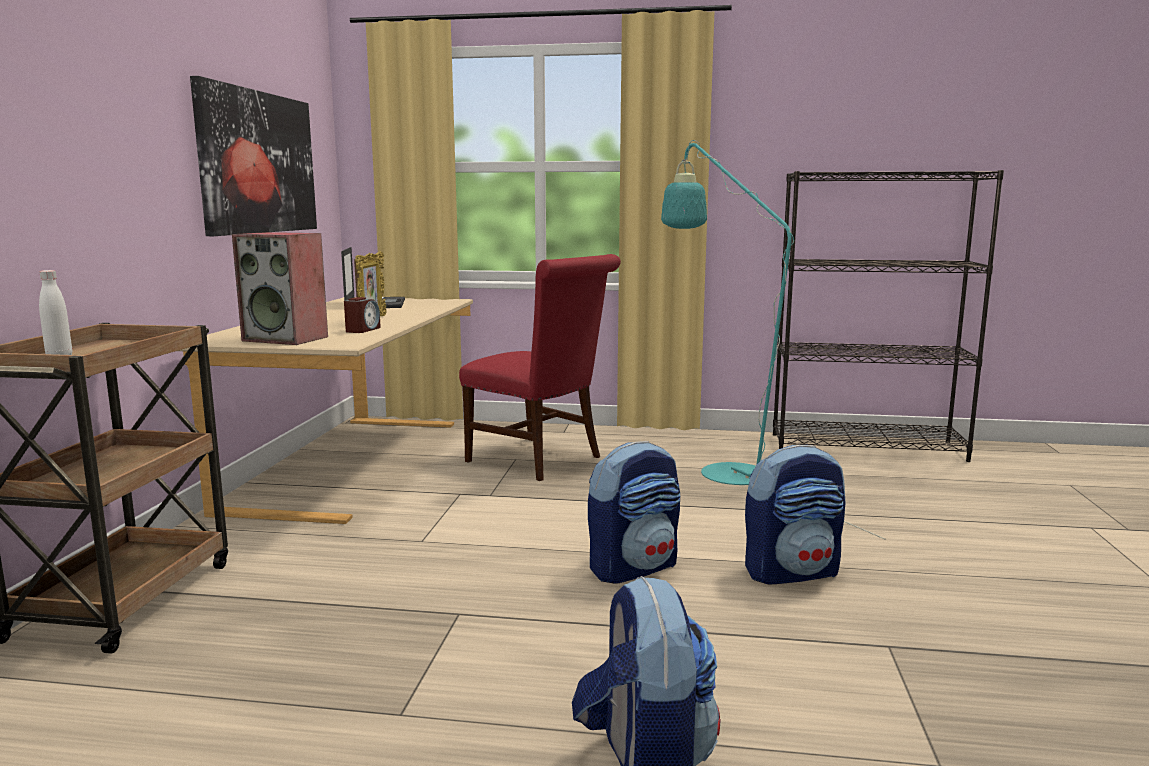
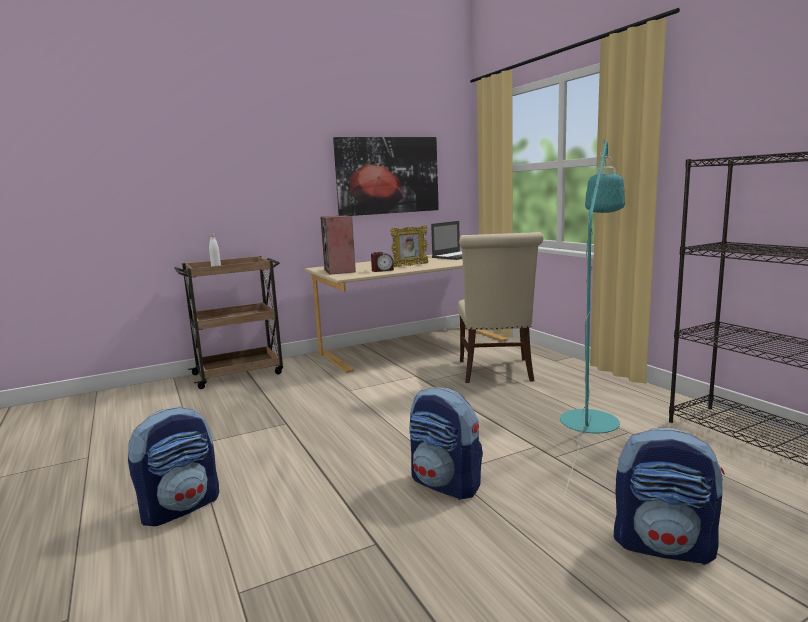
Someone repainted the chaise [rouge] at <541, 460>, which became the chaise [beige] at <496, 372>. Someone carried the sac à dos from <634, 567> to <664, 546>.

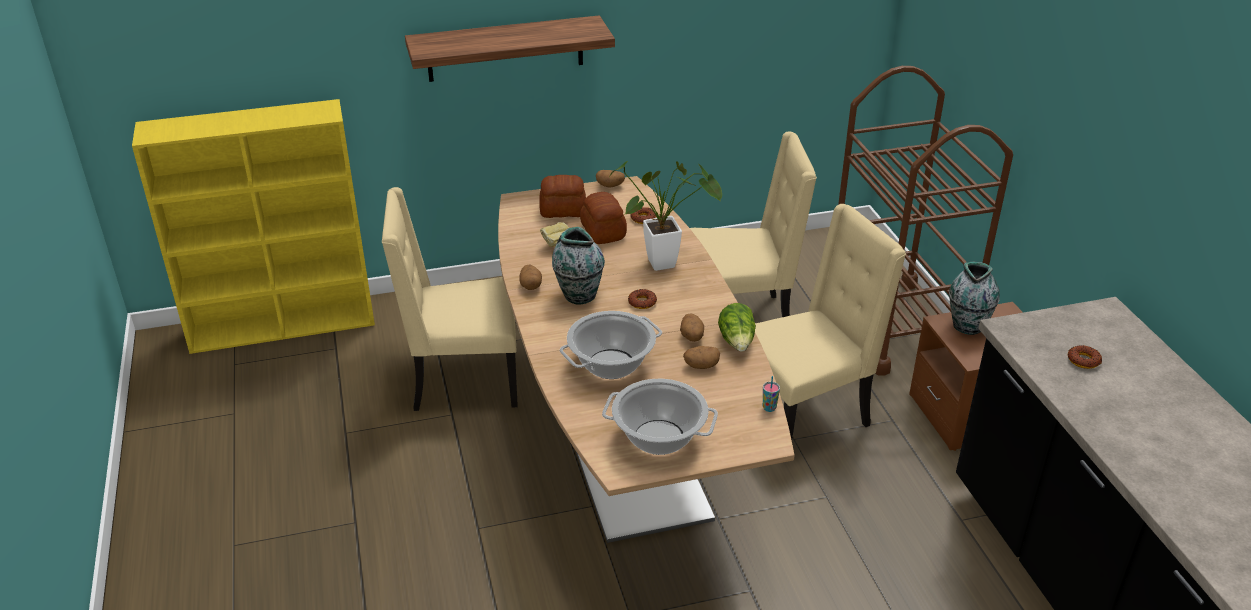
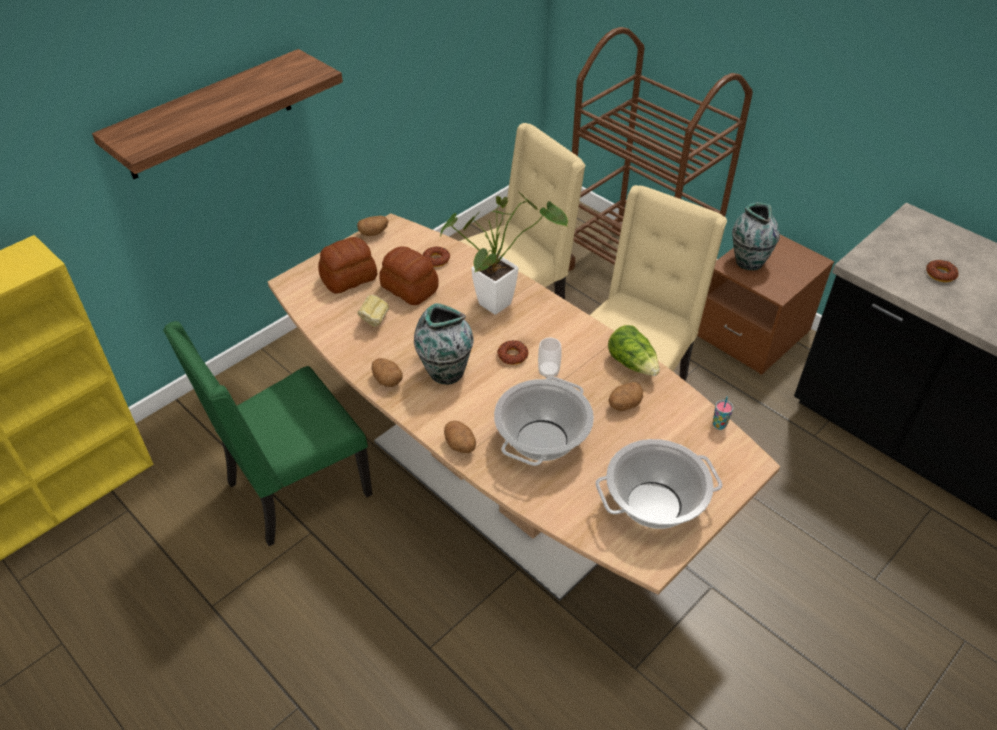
Someone repainted the chaise [beige] at <462, 381>, which became the chaise [vert] at <295, 489>. Someone carried the pomme de terre from <692, 337> to <461, 446>. Someone put down the tasse at <548, 371>.

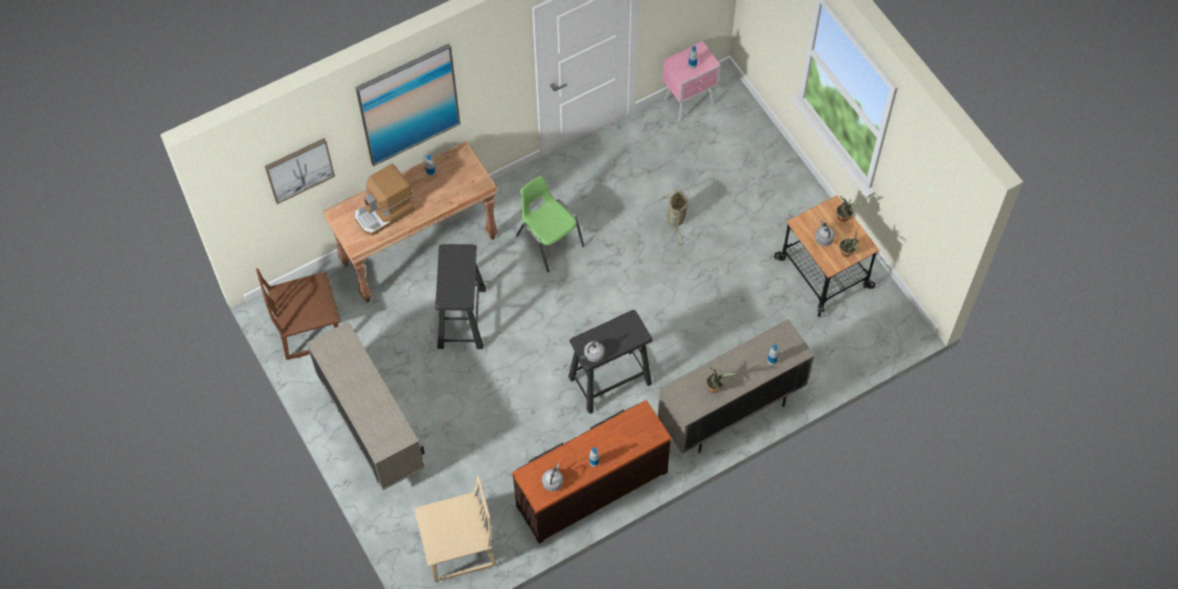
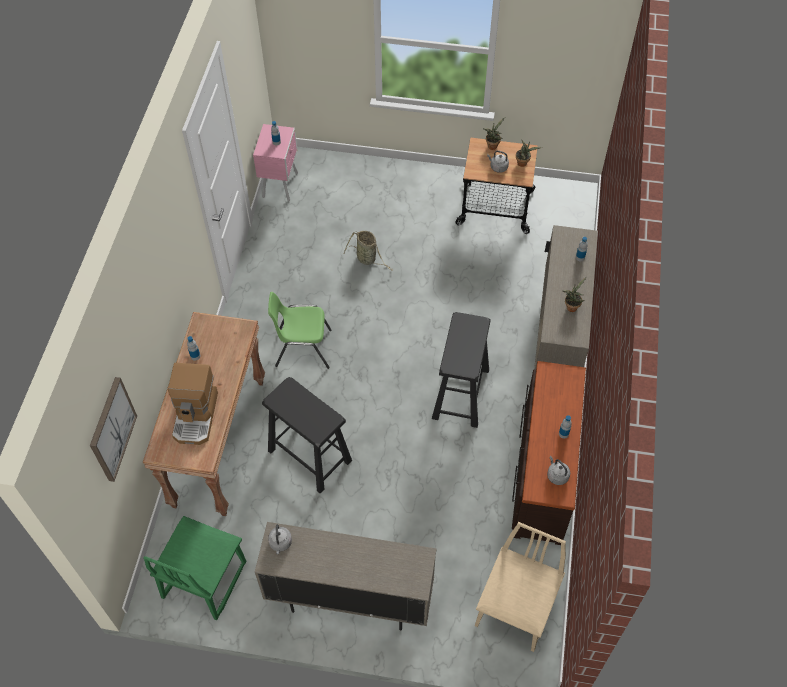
Someone took away the tableau at <409, 104>. Someone repainted the chaise [marron] at <308, 328>, which became the chaise [vert] at <203, 579>. Someone carried the bouilloire [gris] from <593, 355> to <280, 543>.

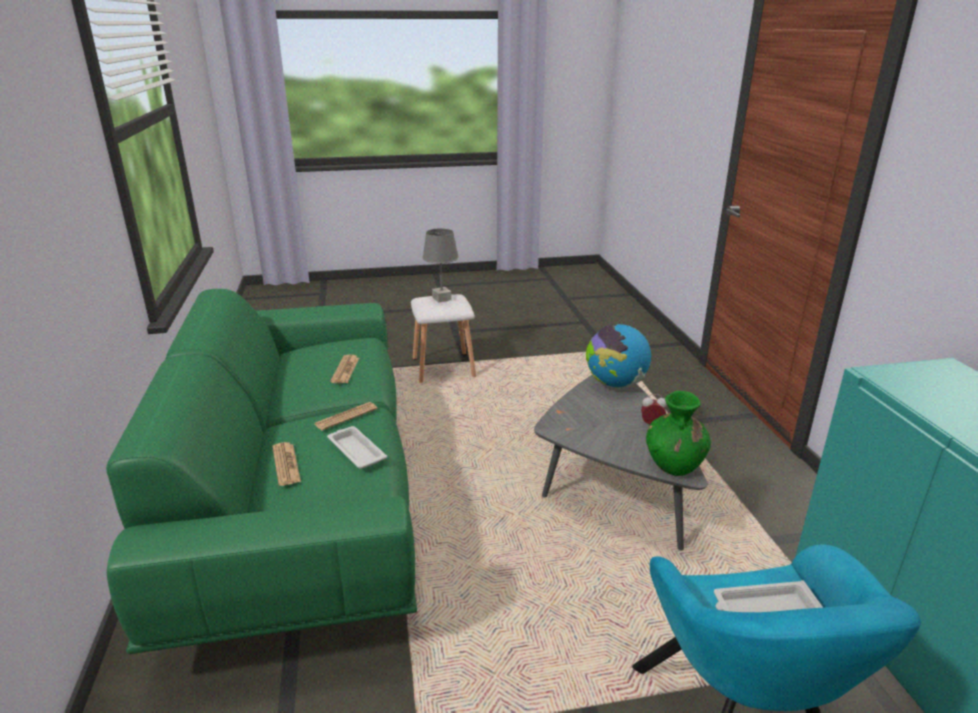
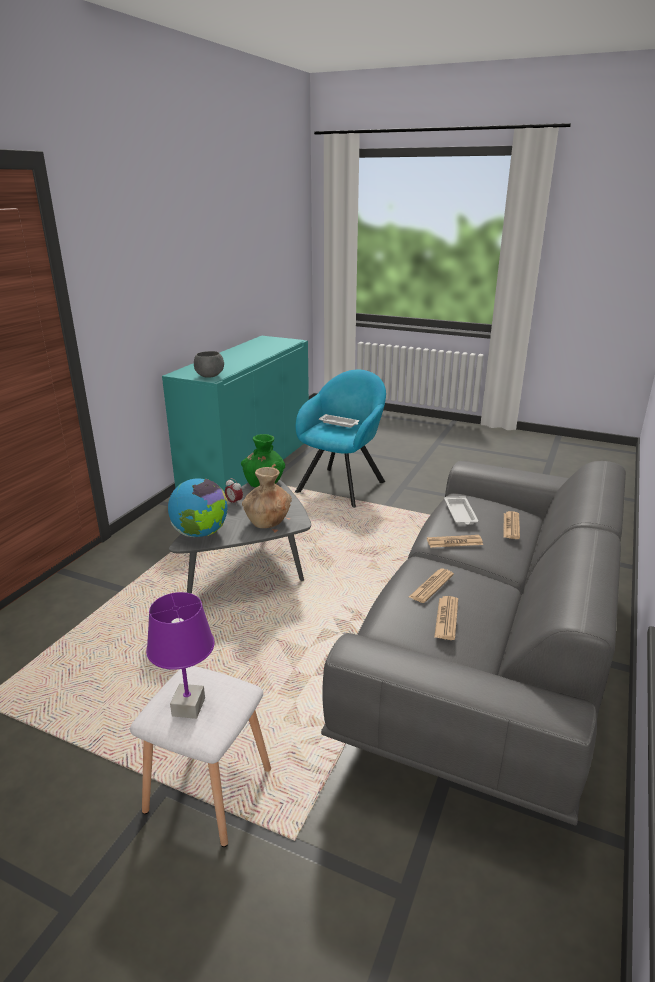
Someone repainted the lampe de table [gris] at <442, 298>, which became the lampe de table [violet] at <188, 706>. Someone repainted the canapé [vert] at <302, 499>, which became the canapé [gris] at <487, 654>. Someone put down the bol [gris] at <210, 376>. Someone put down the vase [marron] at <268, 521>. Someone put down the journal at <446, 618>.

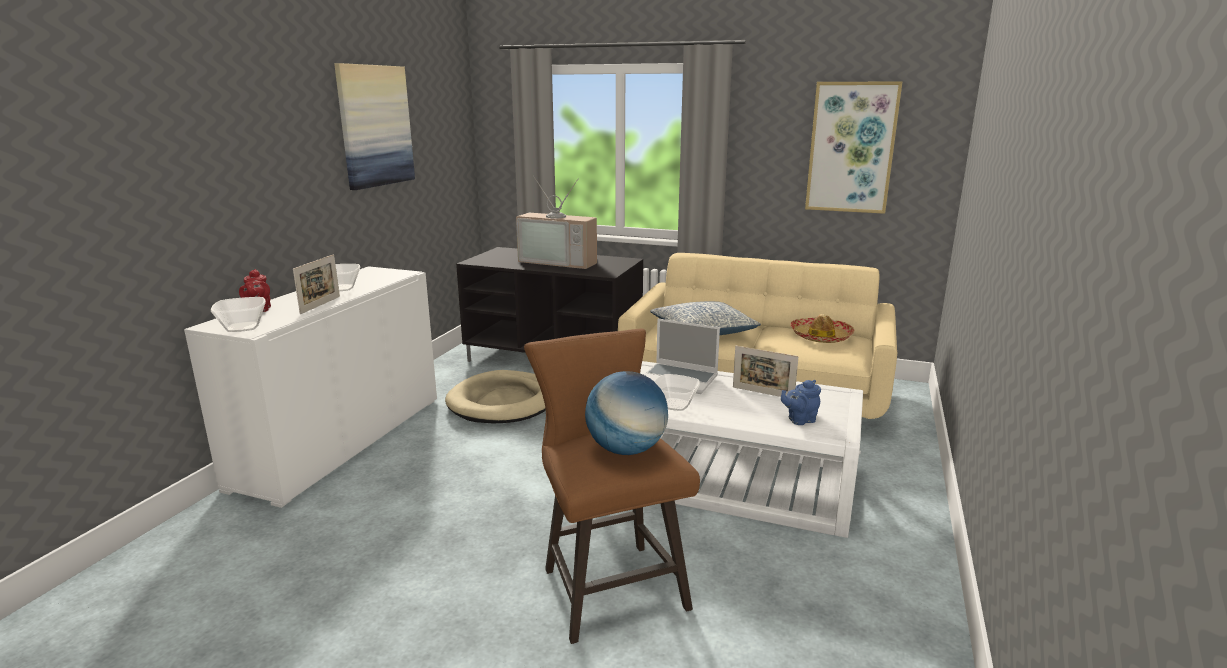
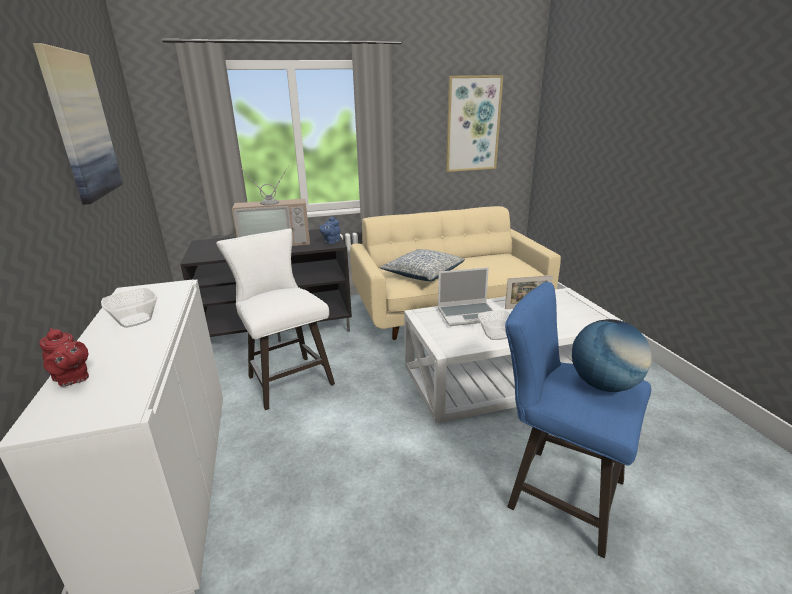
Someone took away the cadre photo at <320, 305>. Someone took away the bol at <243, 327>. Someone took away the chapeau at <820, 337>. Someone repainted the tabouret [marron] at <608, 583>, which became the tabouret [bleu] at <556, 492>. Someone swapped the panier pour chien [beige] at <504, 402> for the tabouret [blanc] at <286, 378>. Someone carried the théière [bleu] from <799, 420> to <331, 242>.

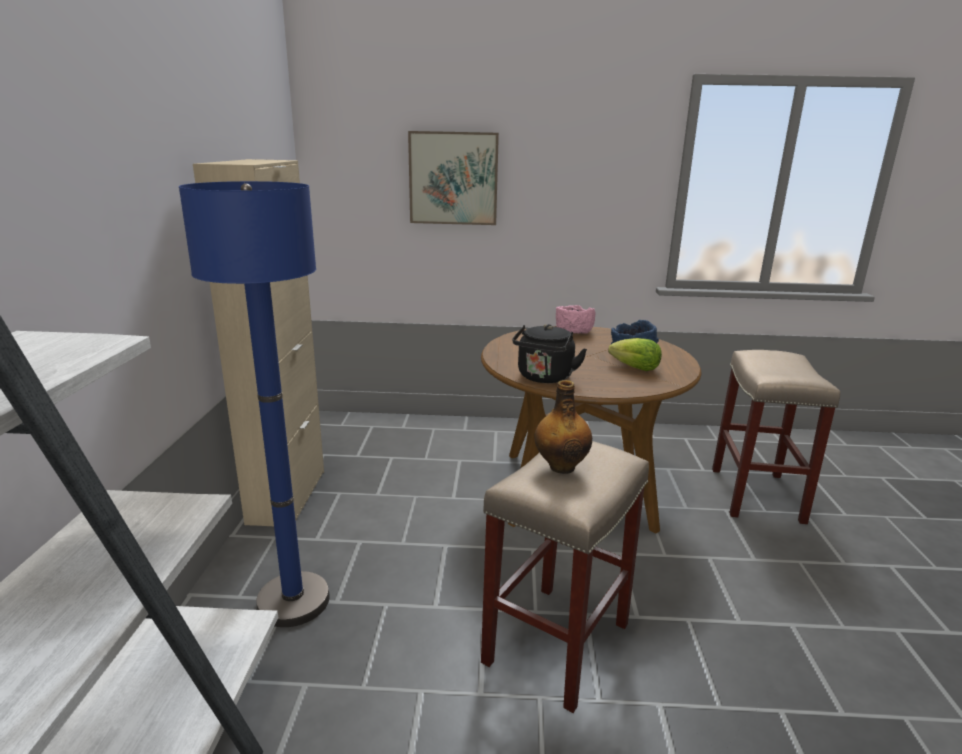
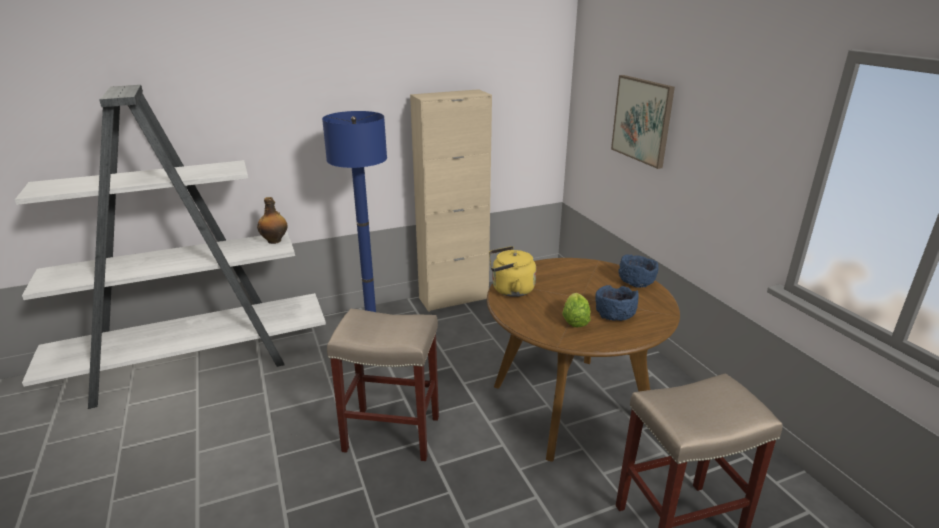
Someone repainted the bol [rose] at <573, 331>, which became the bol [bleu] at <636, 281>. Someone repainted the bouilloire [noir] at <544, 378>, which became the bouilloire [jaune] at <510, 290>. Someone carried the bouteille from <561, 466> to <275, 241>.

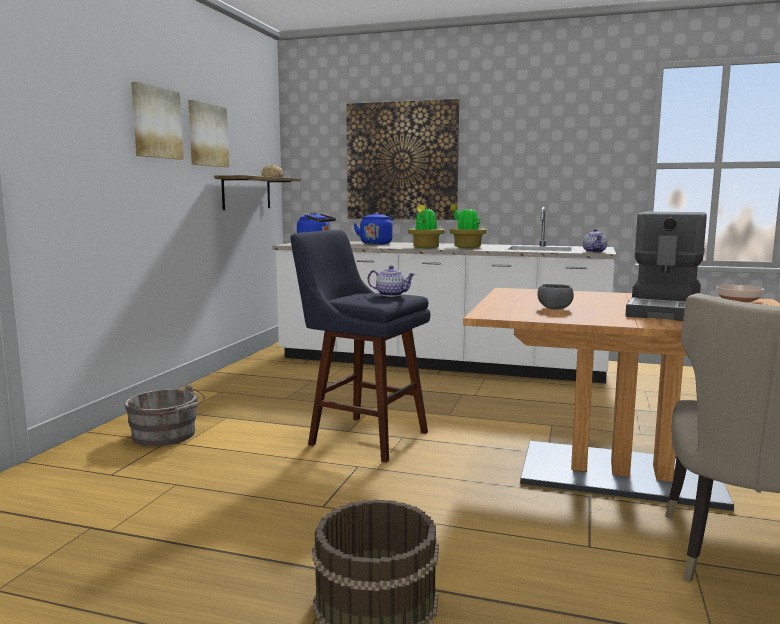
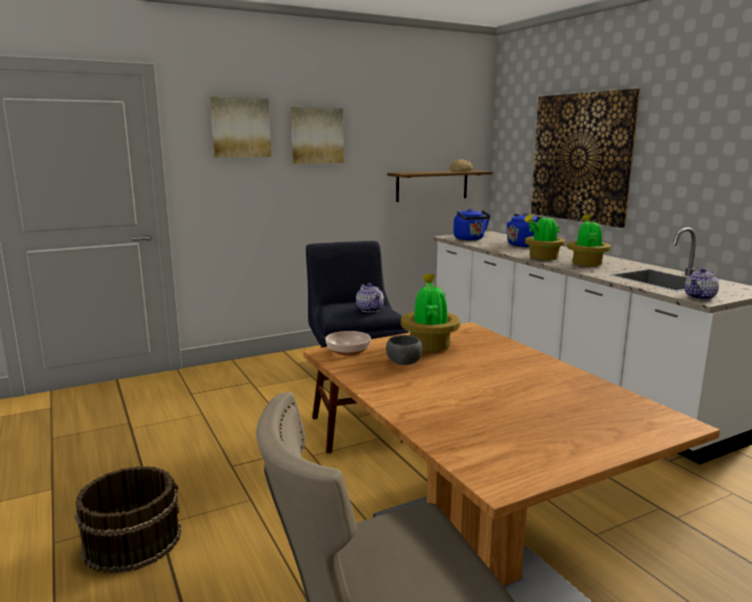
Someone carried the tableau from <207, 135> to <240, 127>. Someone took away the machine à café at <665, 310>. Someone carried the bol from <738, 300> to <347, 351>. Someone took away the seau [gris] at <166, 436>. Someone put down the plante en pot at <429, 345>.

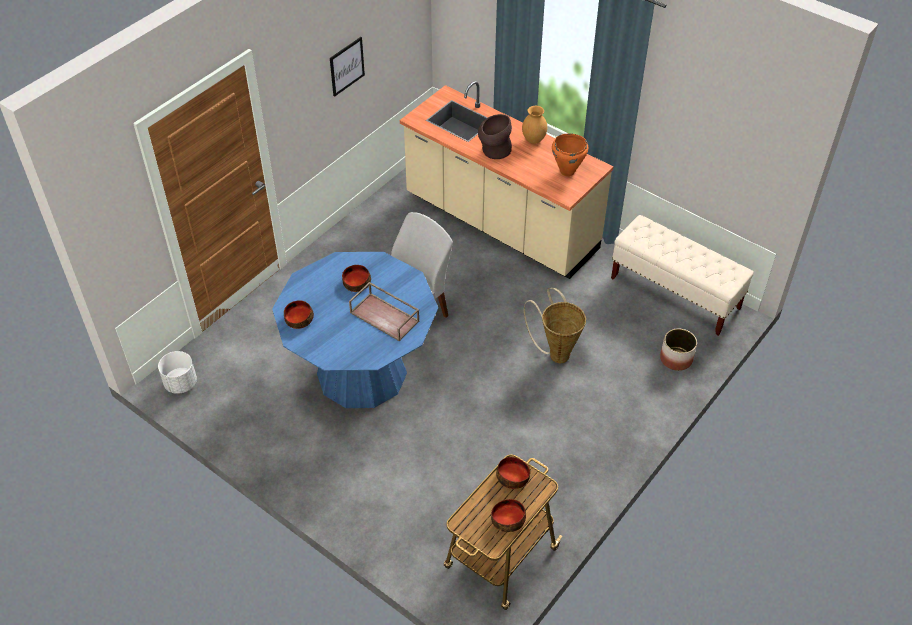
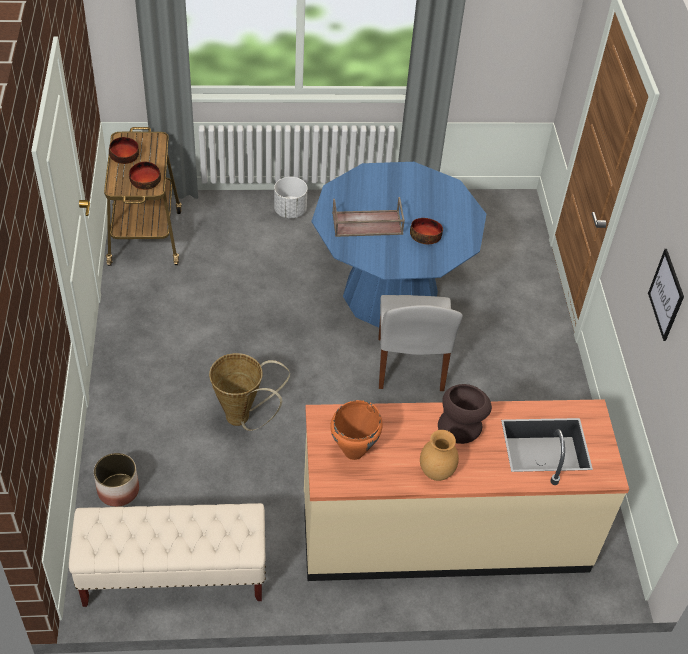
Someone took away the bol at <298, 319>. Someone carried the cache-pot [blanc] from <180, 383> to <290, 211>.

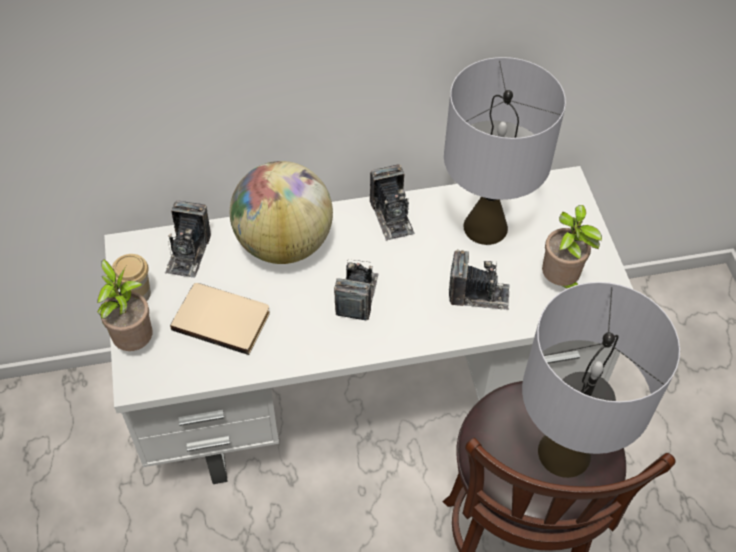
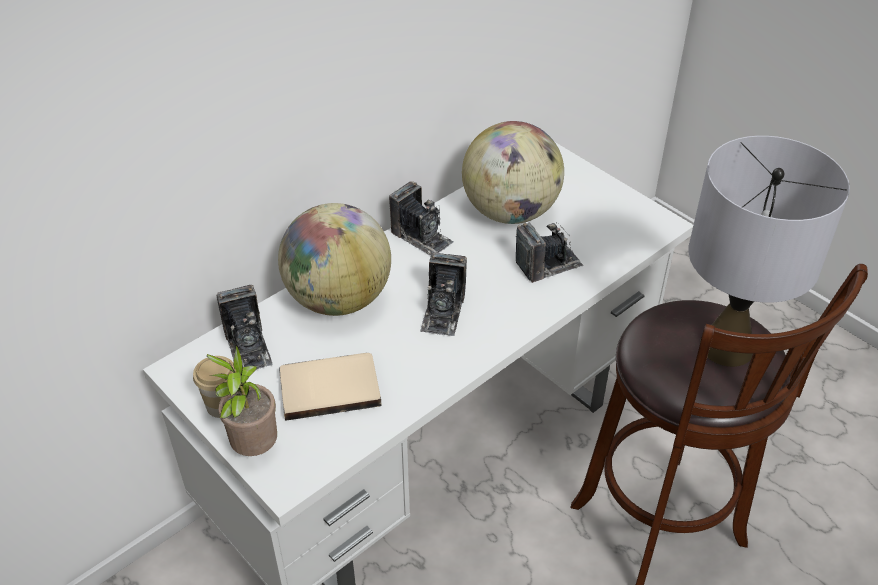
Someone swapped the lampe de table [gris] at <486, 227> for the globe at <510, 212>. Someone took away the plante en pot at <560, 282>. Someone rotated the appareil photo at <357, 295> by 150 degrees counterclockwise.

